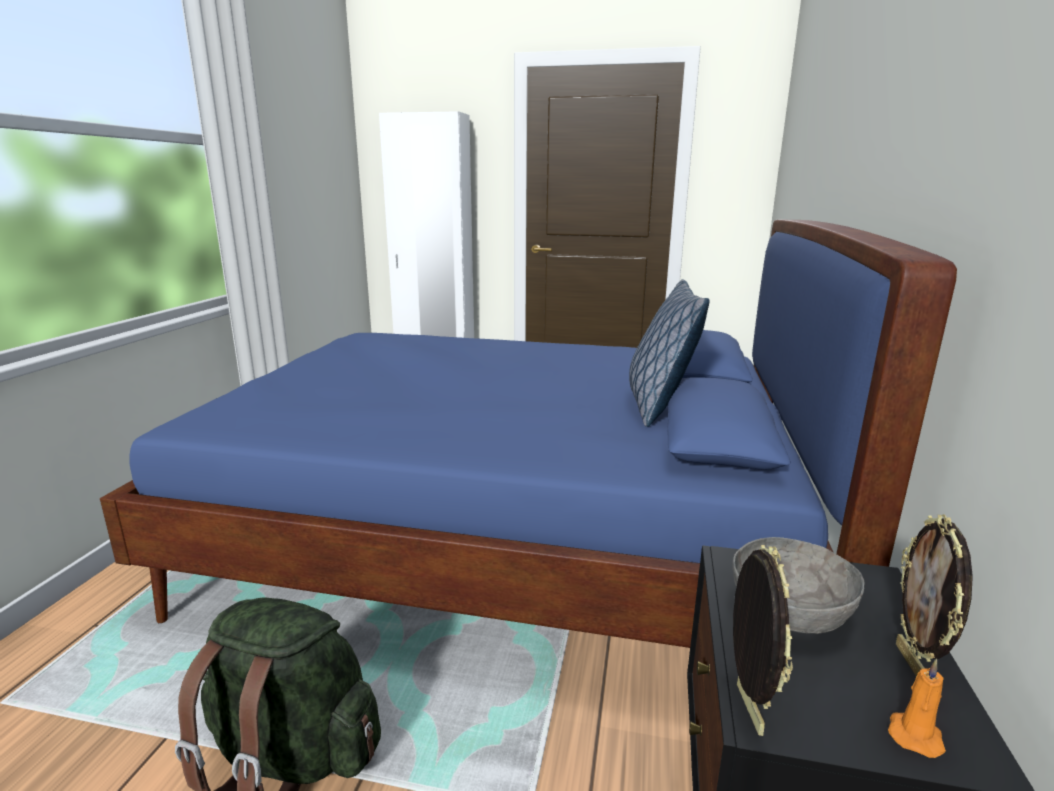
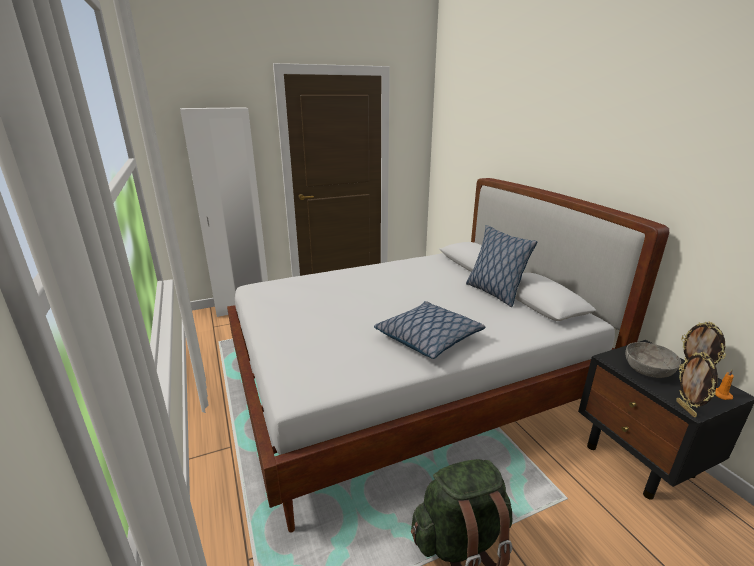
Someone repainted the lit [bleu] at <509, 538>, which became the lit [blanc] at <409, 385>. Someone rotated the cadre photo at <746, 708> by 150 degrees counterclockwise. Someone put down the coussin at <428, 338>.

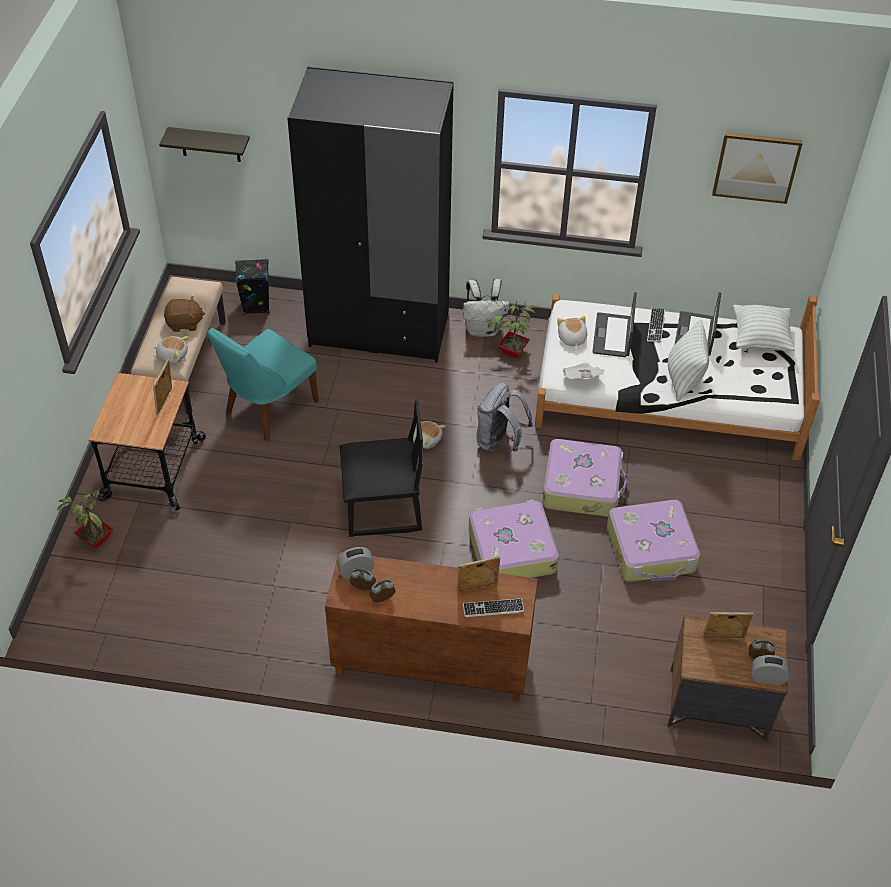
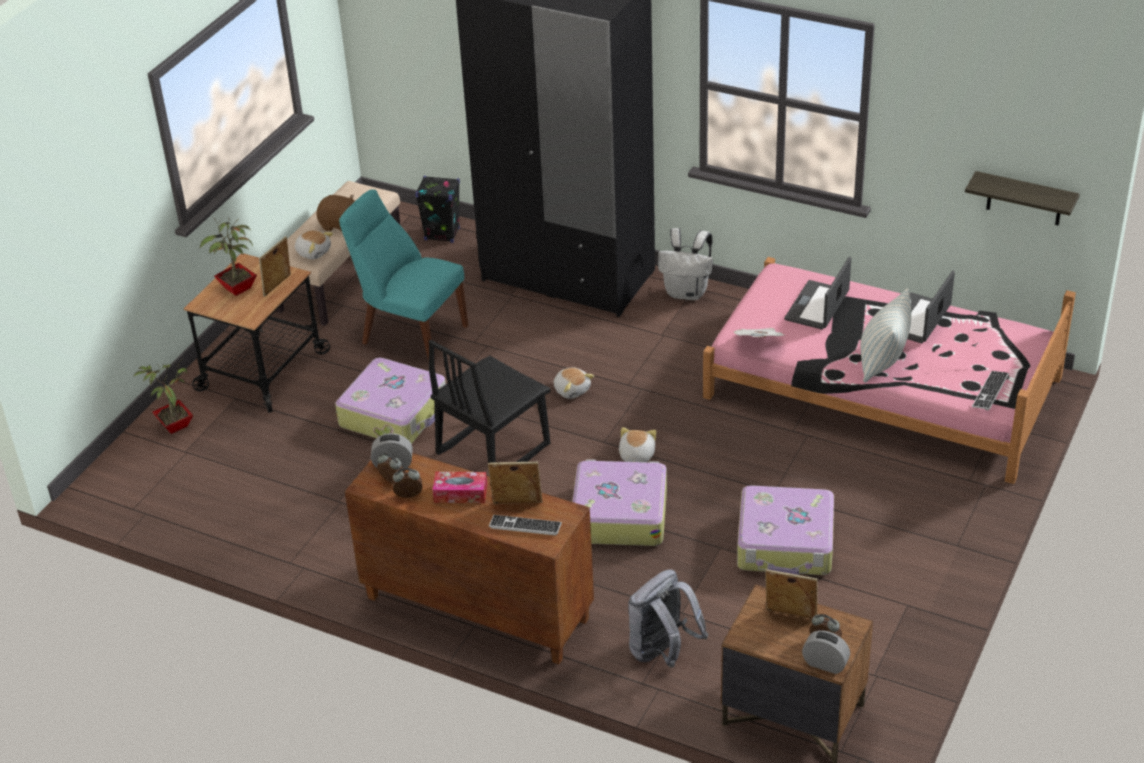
Someone carried the étagère from <210, 144> to <1024, 199>. Someone took away the tableau at <756, 166>. Someone repainted the lit [blanc] at <669, 391>, which became the lit [rose] at <882, 387>. Someone carried the plante en pot from <512, 352> to <236, 289>. Someone took away the coussin at <760, 339>. Someone carried the clavier from <656, 326> to <990, 391>. Someone carried the peluche from <571, 338> to <636, 456>. Someone rotated the chaise [turquoise] at <268, 409> by 60 degrees clockwise. Someone carried the sac à dos [gris] from <499, 442> to <662, 652>. Someone rotated the chaise [noir] at <383, 509> by 120 degrees clockwise. Someone carried the valise from <582, 485> to <395, 413>. Someone put down the boîte à mouchoirs at <460, 493>.

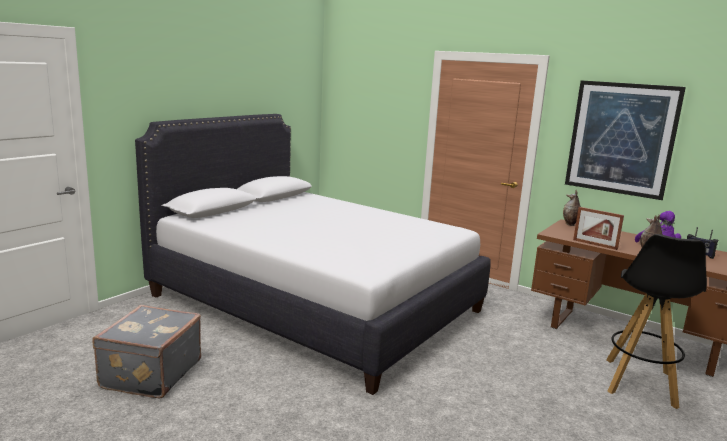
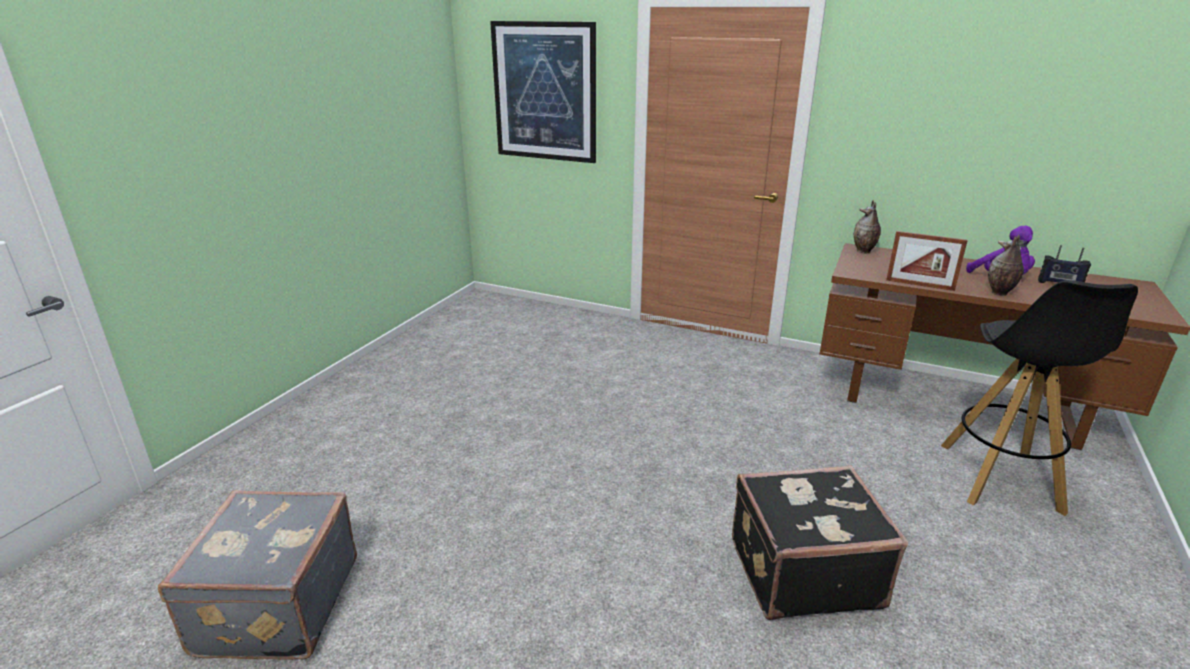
Someone carried the tableau from <621, 138> to <544, 92>. Someone took away the lit [blanc] at <315, 303>. Someone put down the valise [noir] at <802, 571>.

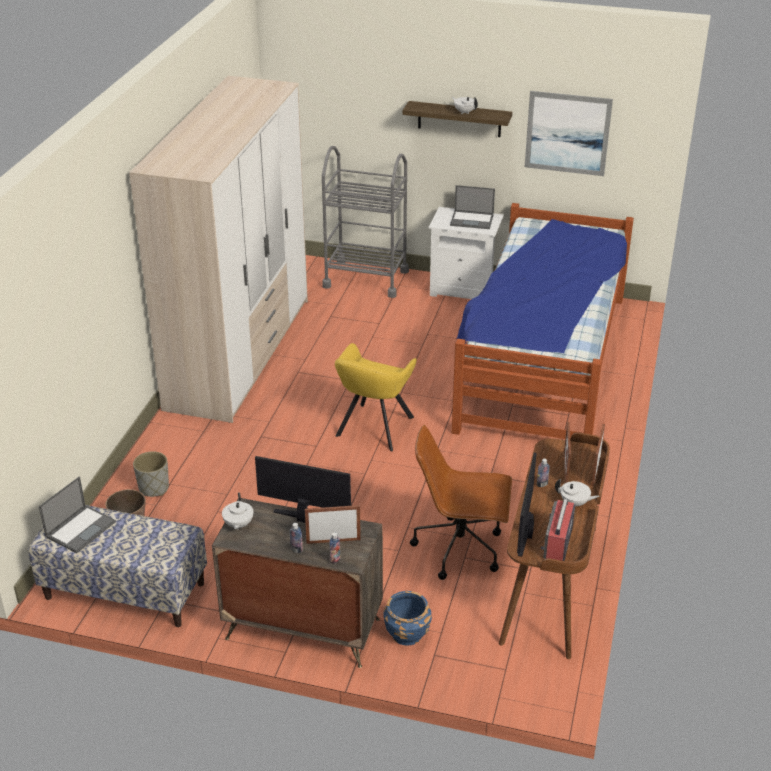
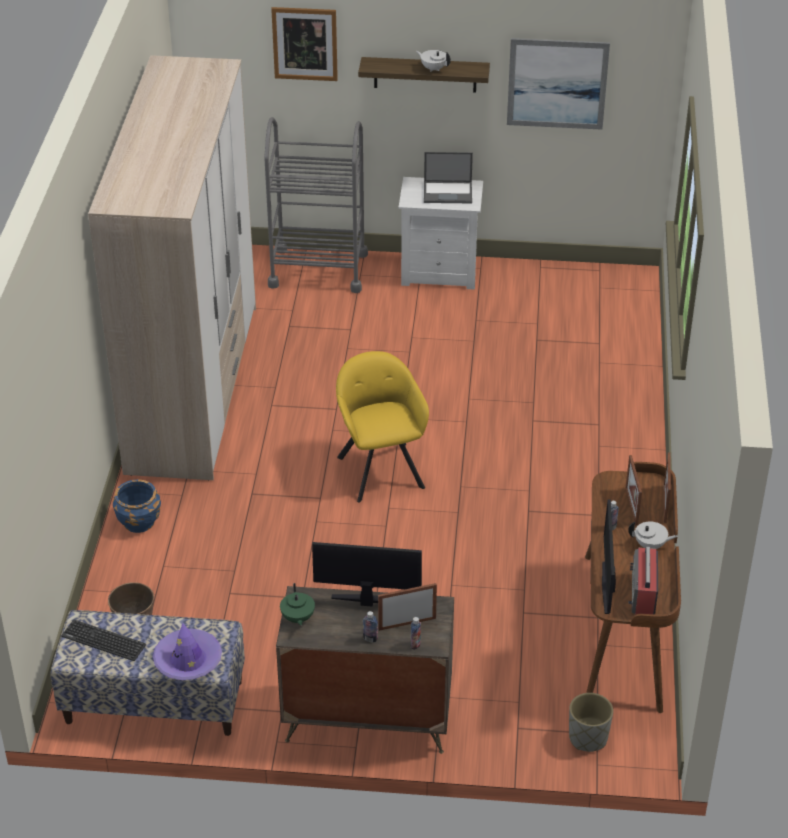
Someone took away the lit at <542, 361>. Someone rotated the fauteuil [jaune] at <373, 429> by 150 degrees clockwise. Someone took away the chaise de bureau [marron] at <461, 548>. Someone carried the cache-pot [gris] from <153, 488> to <587, 738>. Someone swapped the ordinateur portable at <81, 529> for the clavier at <103, 641>. Someone repainted the théière [blanc] at <238, 525>, which became the théière [vert] at <297, 618>. Someone carried the cache-pot [bleu] from <406, 633> to <138, 522>. Someone put up the tableau at <305, 43>. Someone put down the chapeau [violet] at <188, 660>.

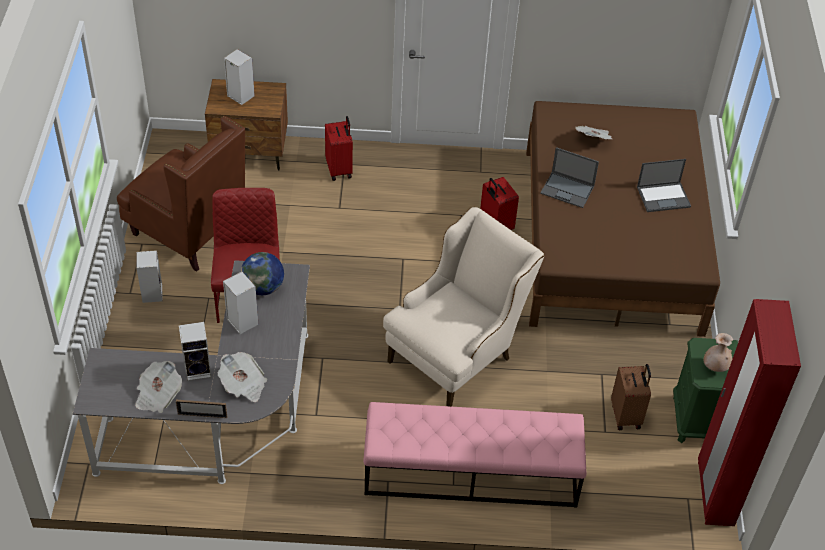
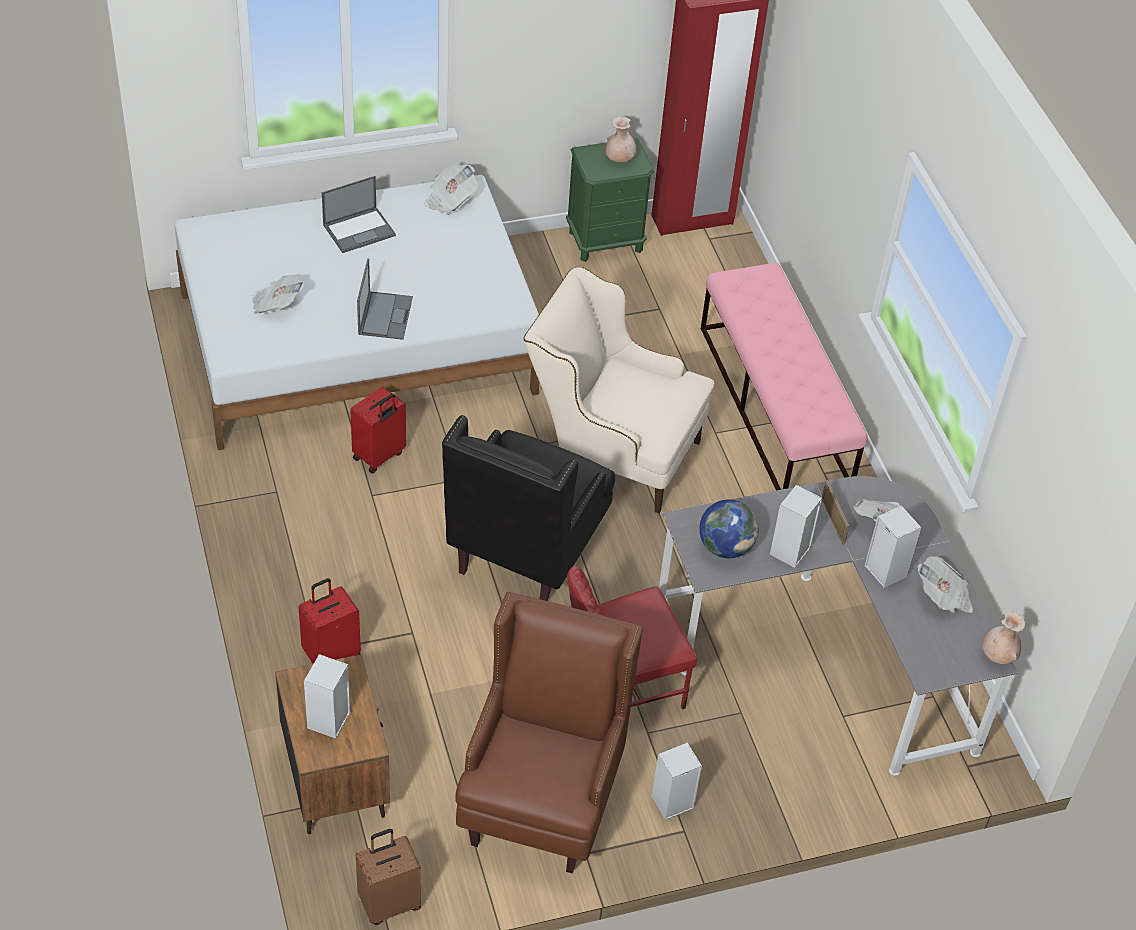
Someone repainted the lit [marron] at <611, 239>, which became the lit [blanc] at <356, 342>. Someone rotated the ordinateur portable at <664, 197> by 90 degrees clockwise. Someone carried the valise [marron] from <626, 416> to <389, 902>. Someone carried the cadre photo from <202, 415> to <832, 521>. Someone put down the journal at <450, 200>. Someone put down the fauteuil [noir] at <526, 551>. Someone put down the vase [beige] at <998, 656>.

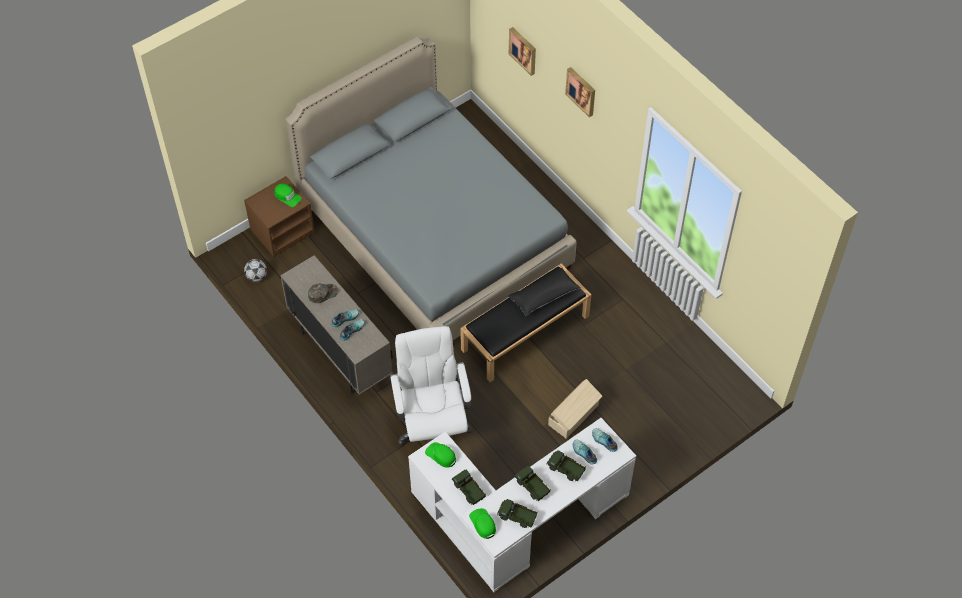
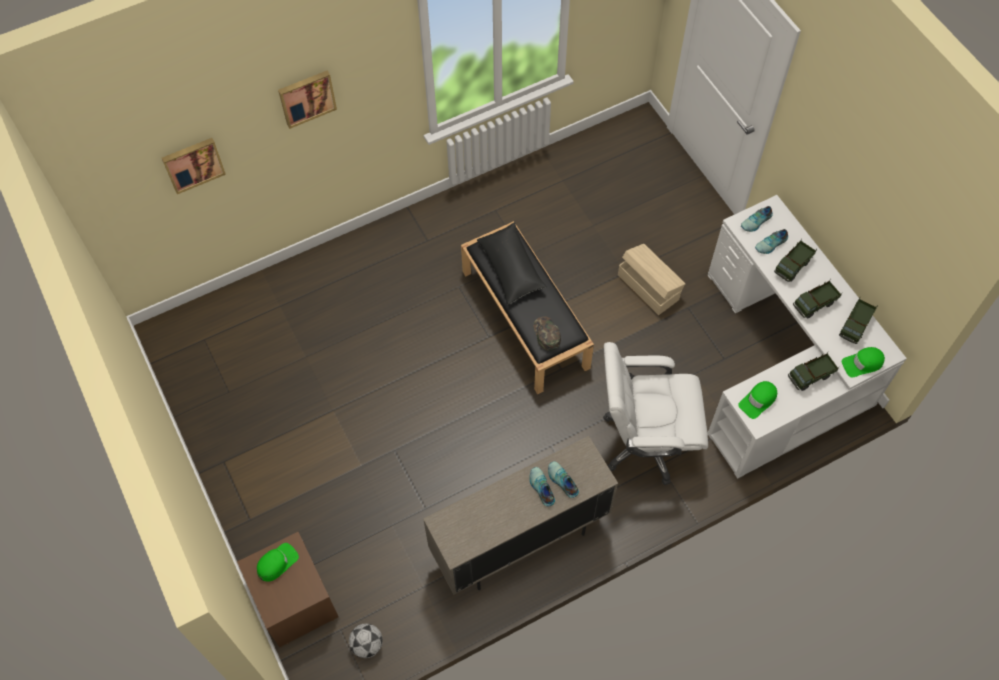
Someone took away the lit [gris] at <434, 234>. Someone carried the casquette [vert] from <323, 293> to <546, 334>.

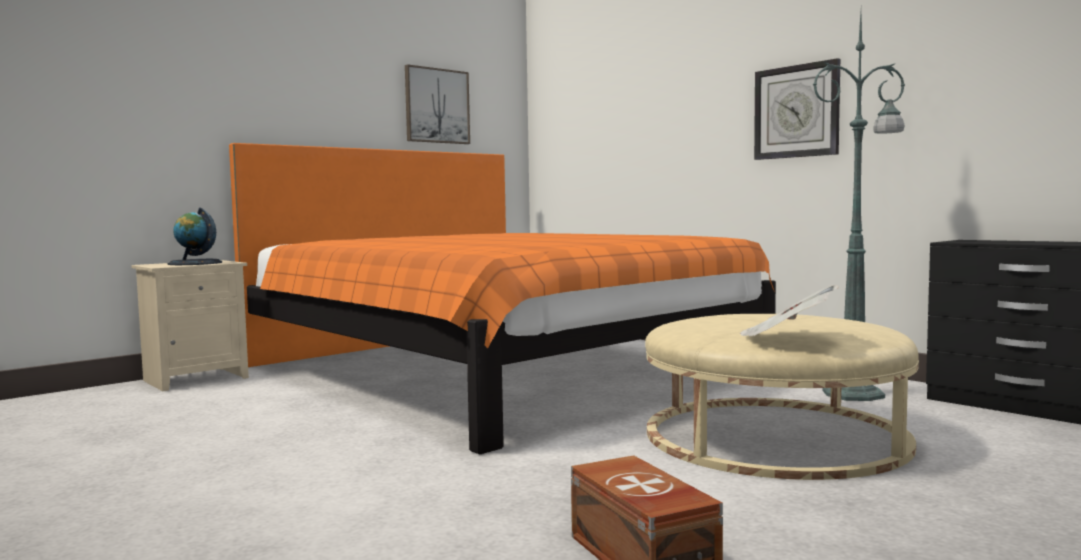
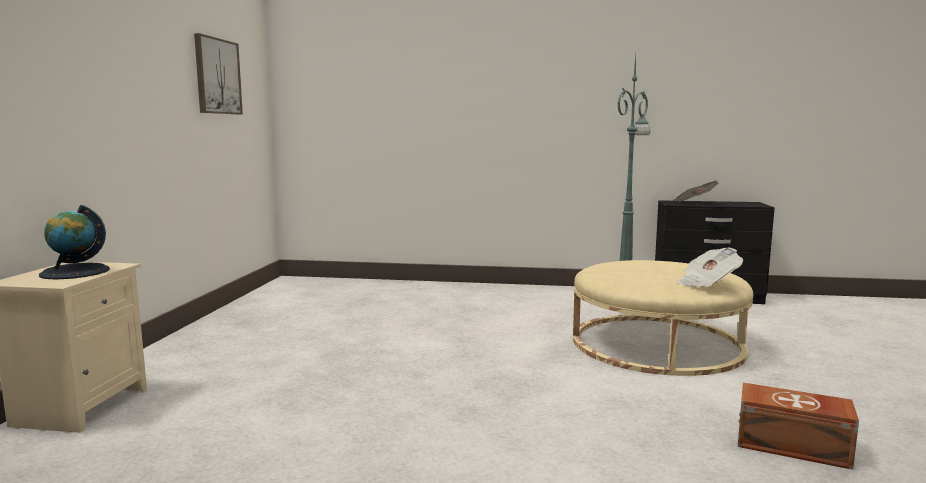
Someone took away the horloge murale at <796, 111>. Someone took away the lit [orange] at <495, 370>. Someone put down the journal at <694, 203>.

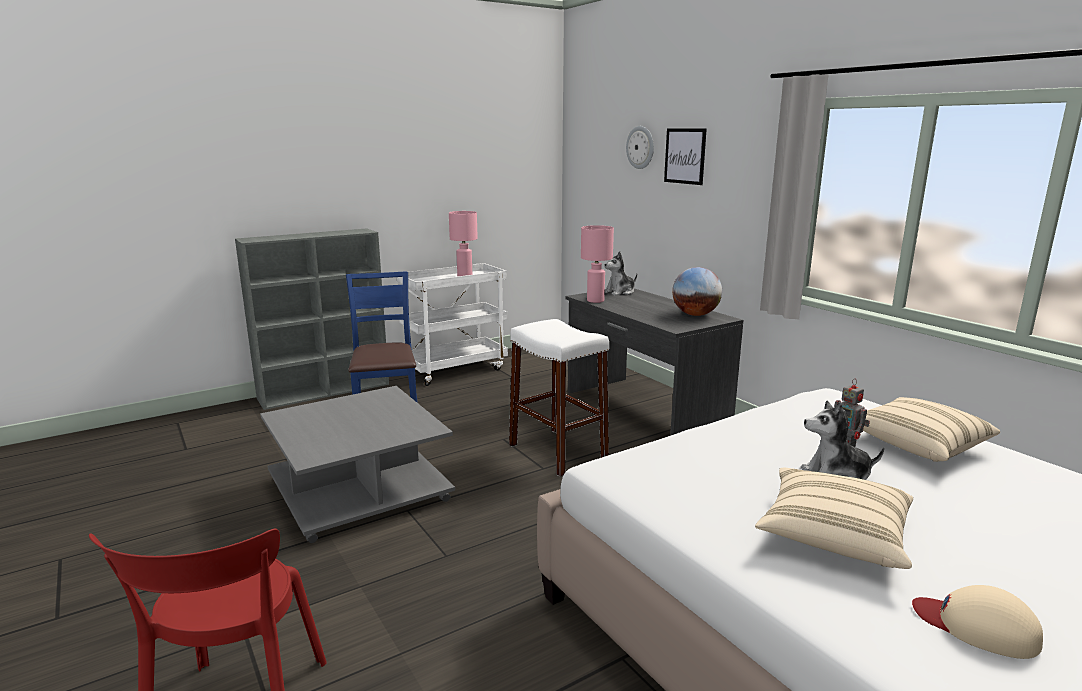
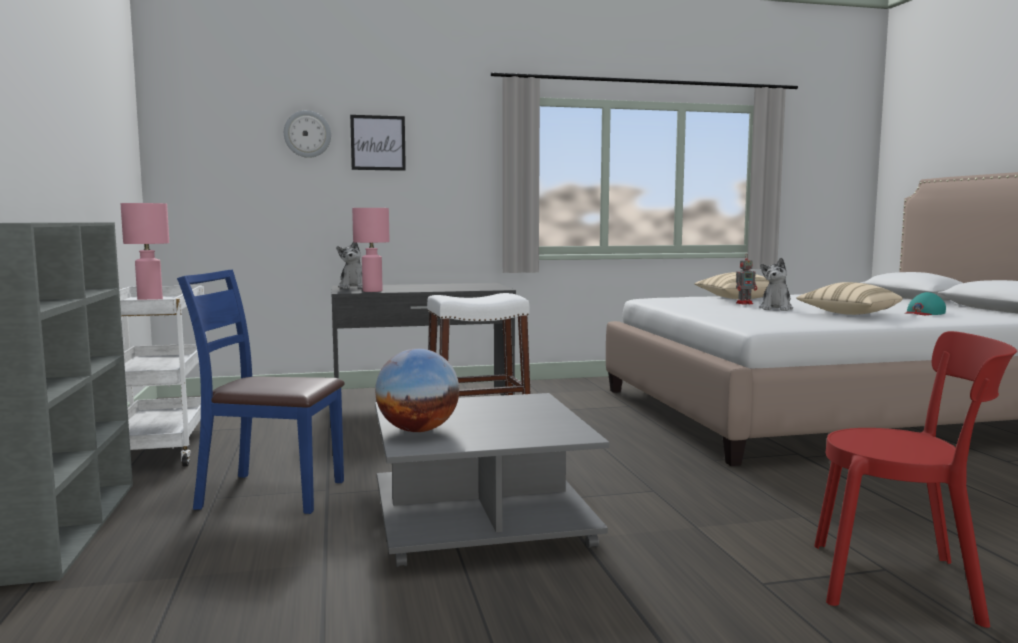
Someone carried the globe from <695, 314> to <418, 430>. Someone repainted the casquette [beige] at <976, 626>, which became the casquette [turquoise] at <924, 313>.

